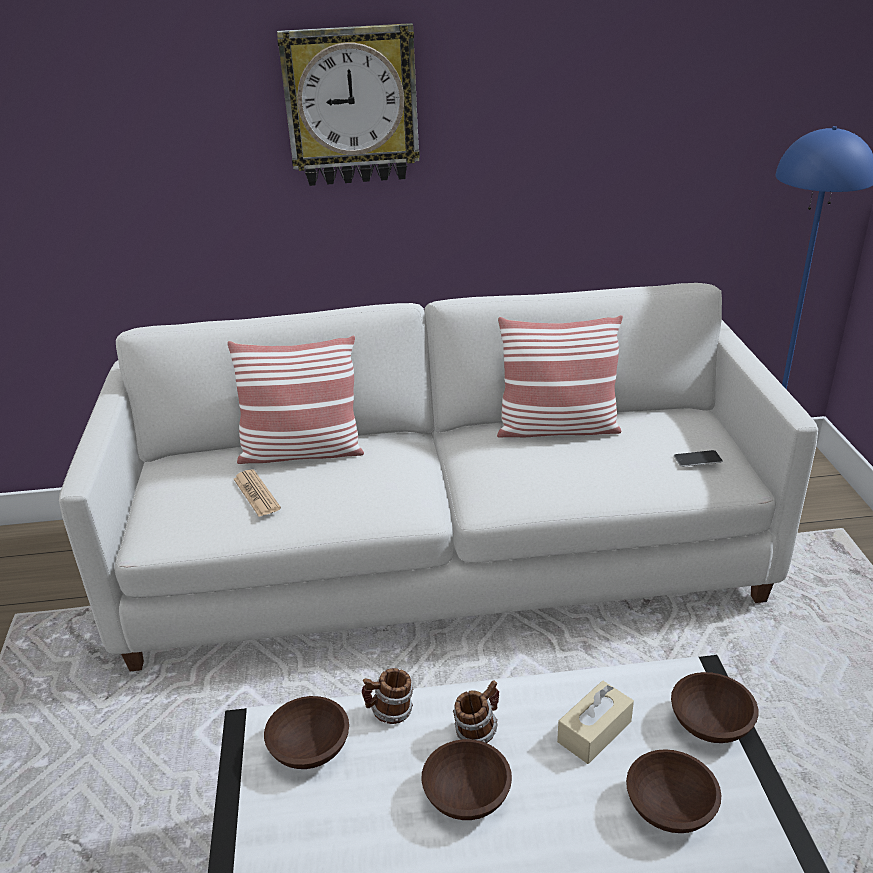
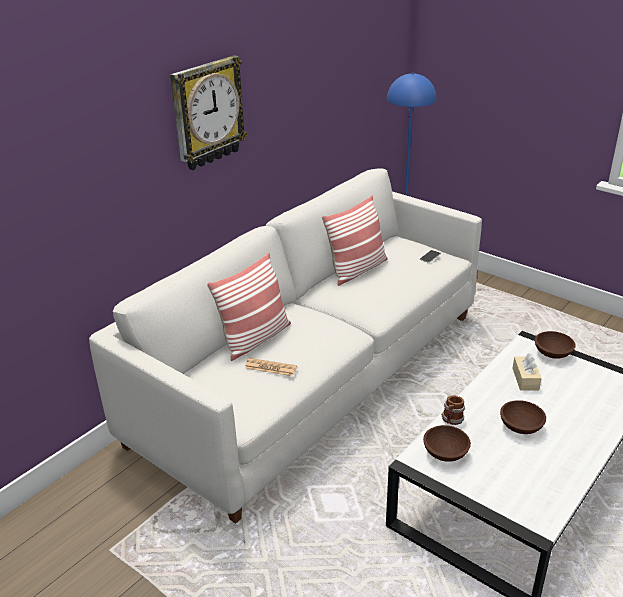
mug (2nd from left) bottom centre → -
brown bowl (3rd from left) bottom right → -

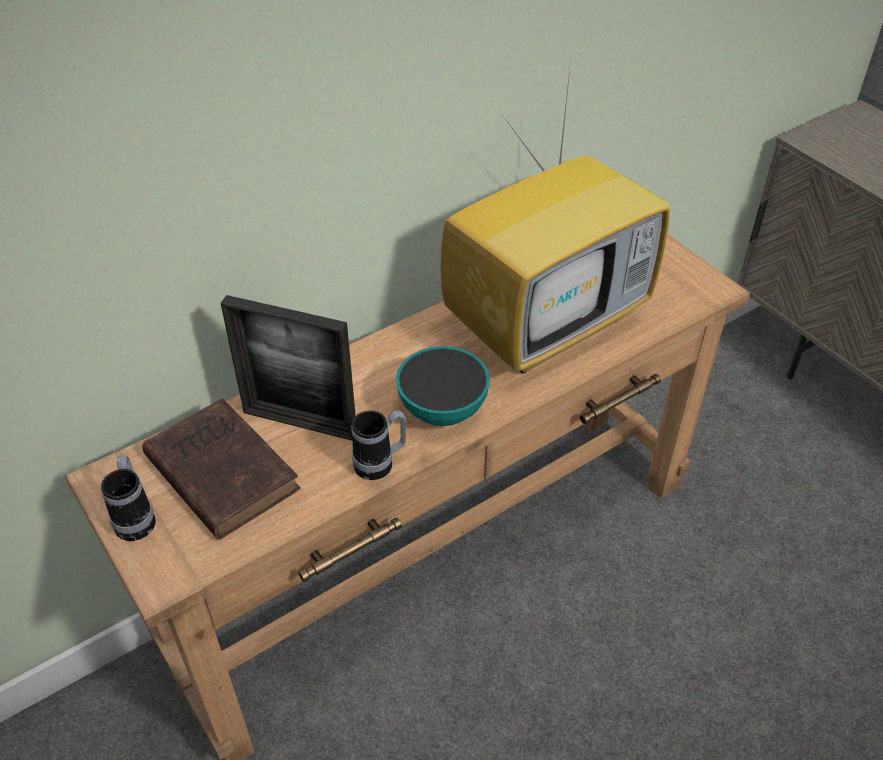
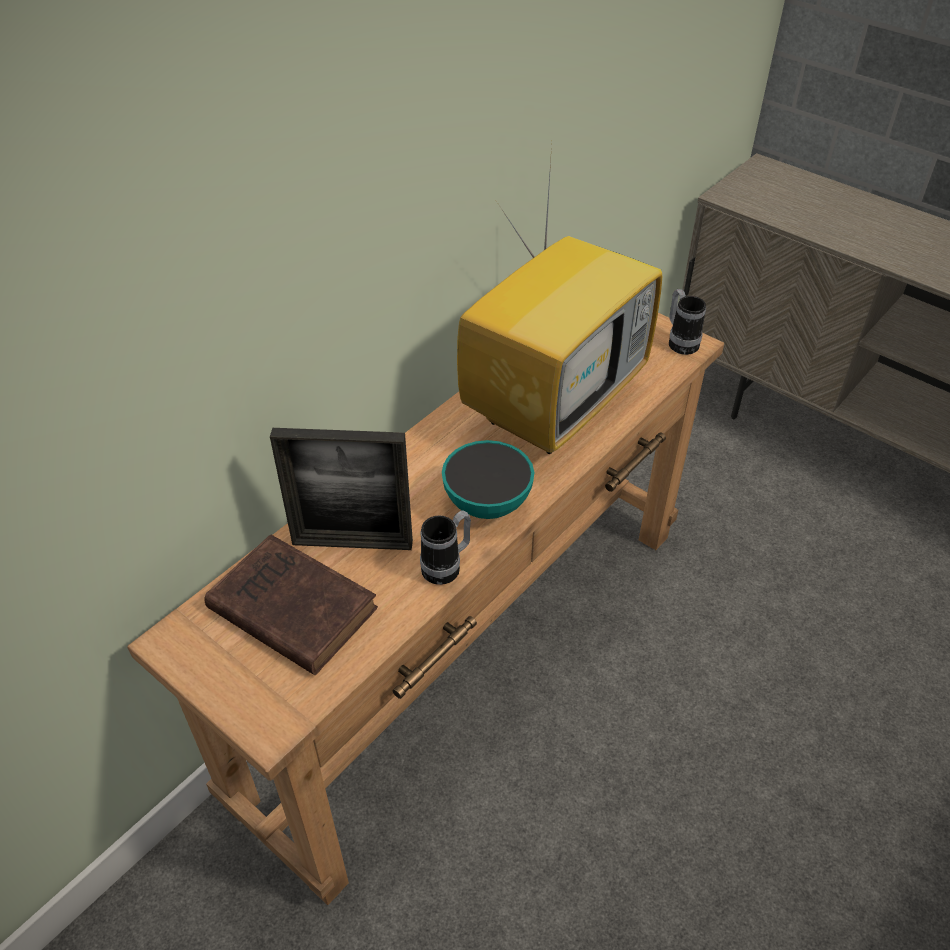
mug (1st from left in the first image) middle left → mug (2nd from left) middle right, move

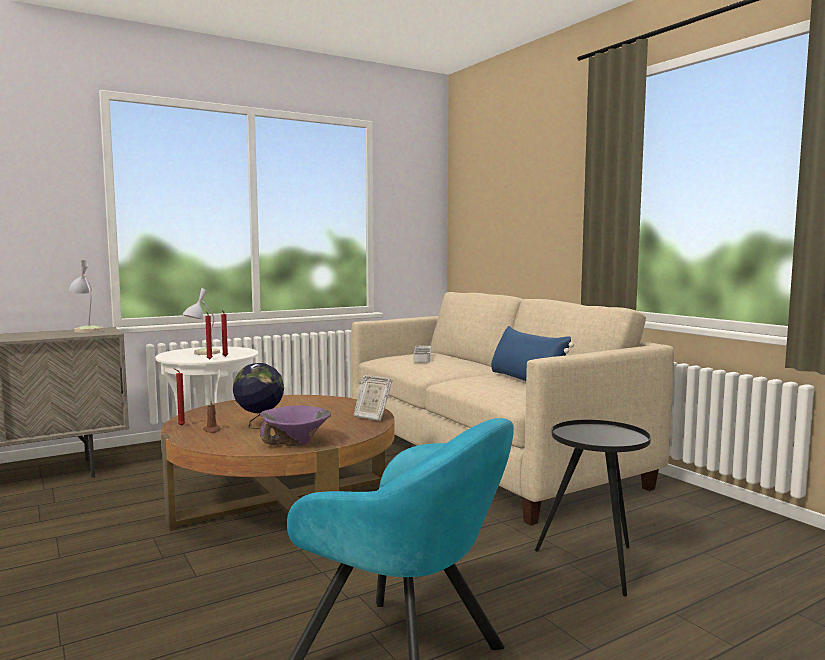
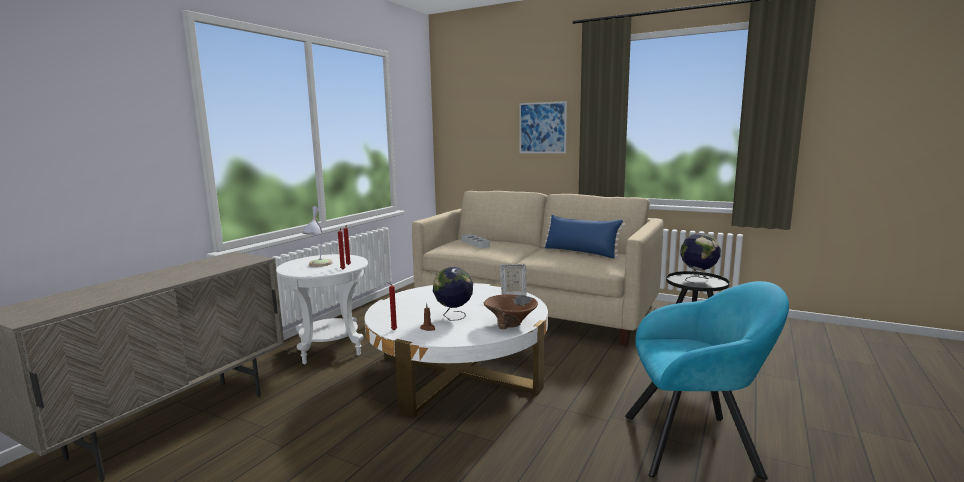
table lamp (1st from left) middle left → -
brown coffee table bottom centre → white coffee table bottom centre
purple bowl centre → brown bowl centre
- → picture top centre
- → globe (2nd from left) middle right

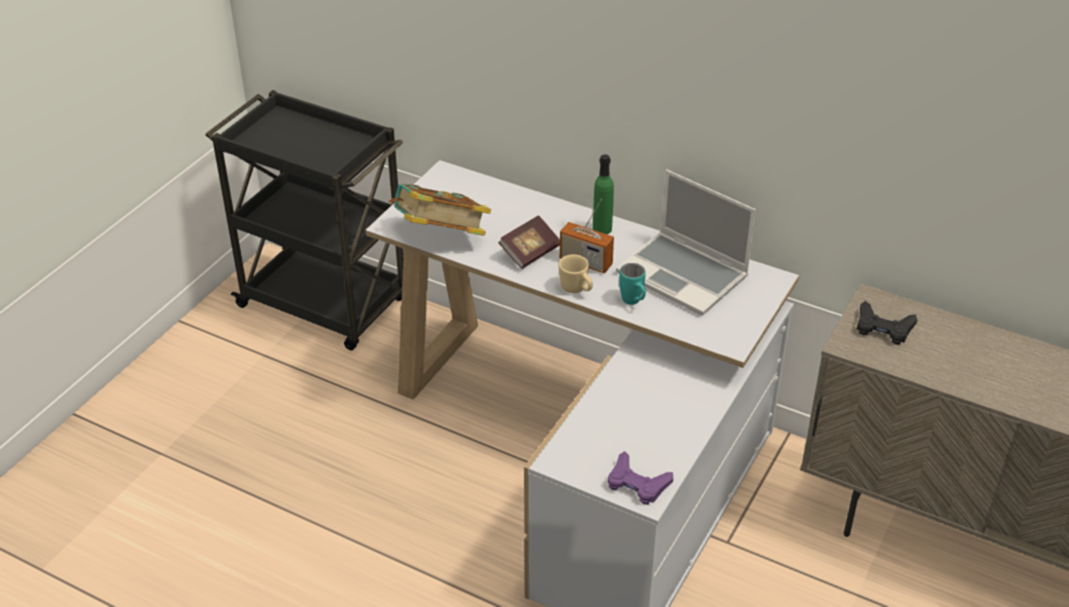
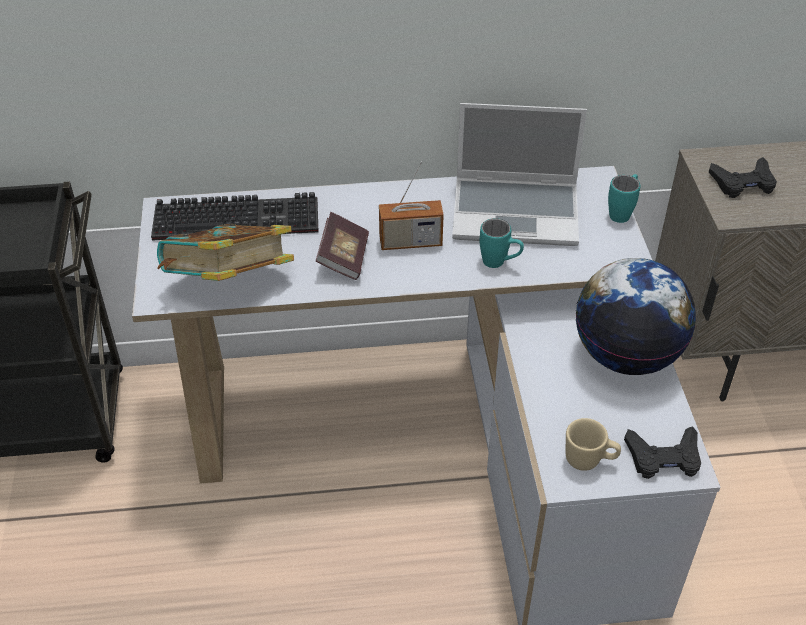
green bottle top centre → -
beige mug centre → beige mug bottom right, move
purple game controller bottom centre → black game controller (1st from left) bottom right
- → turquoise mug (2nd from left) top right
- → keyboard middle left
- → globe middle right

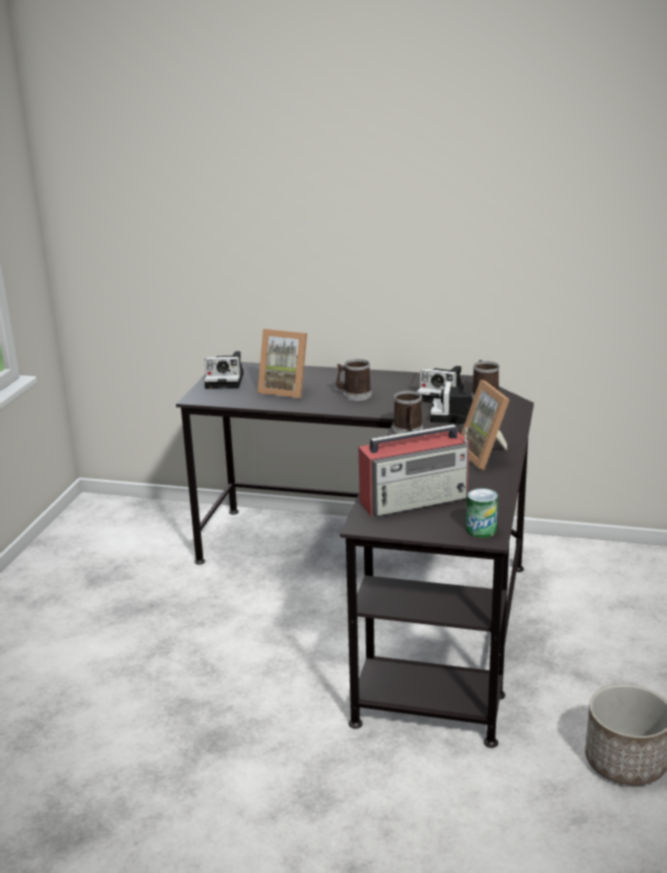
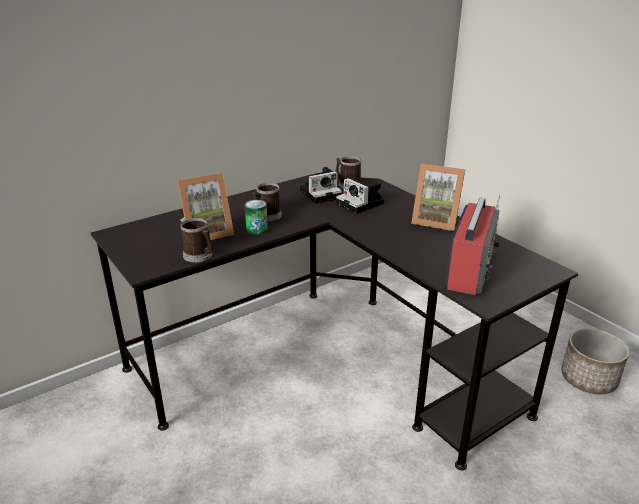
photo camera (1st from left) centre → -
mug (2nd from left in the first image) centre → mug (1st from left) middle left, move
can middle right → can centre, move

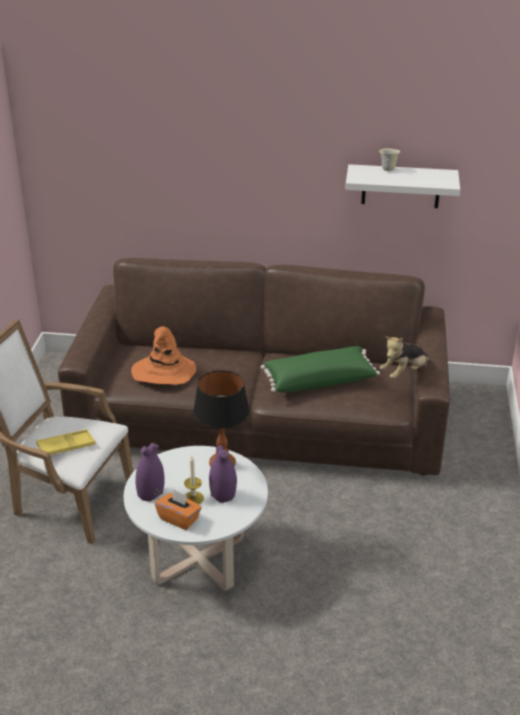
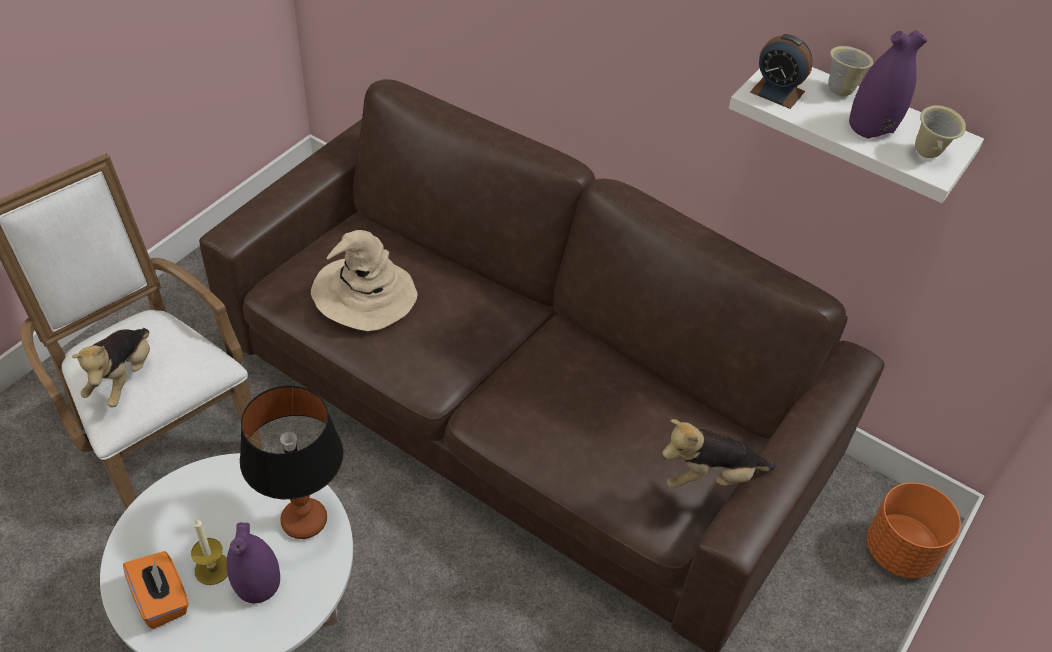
orange hat middle left → beige hat centre
green pillow centre → -
yellow tray middle left → plush toy (1st from left) middle left
purple vase (1st from left in the first image) middle left → purple vase (2nd from left) top right, move
- → alarm clock top right
- → beige mug (2nd from left) top right
- → orange planter bottom right

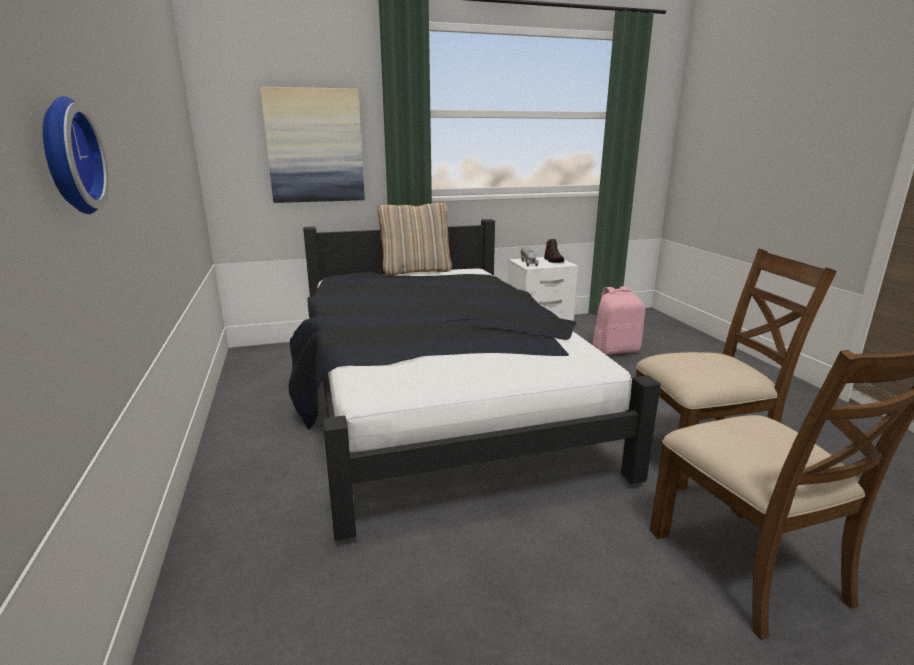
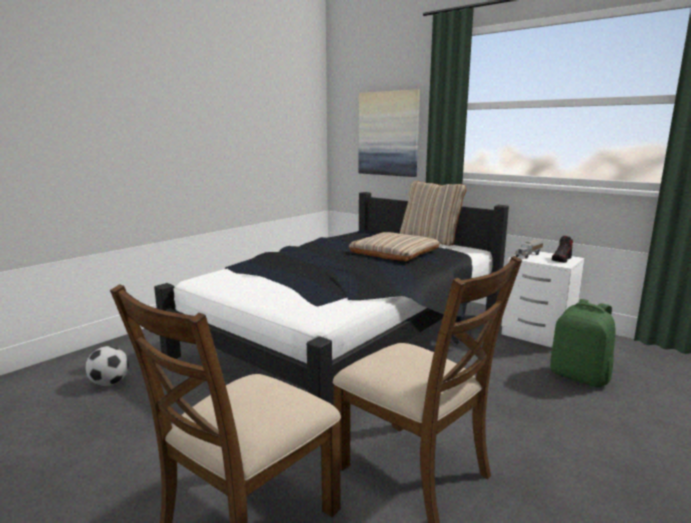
wall clock top left → -
pink backpack middle right → green backpack middle right
- → beige pillow (1st from left) centre
- → football bottom left

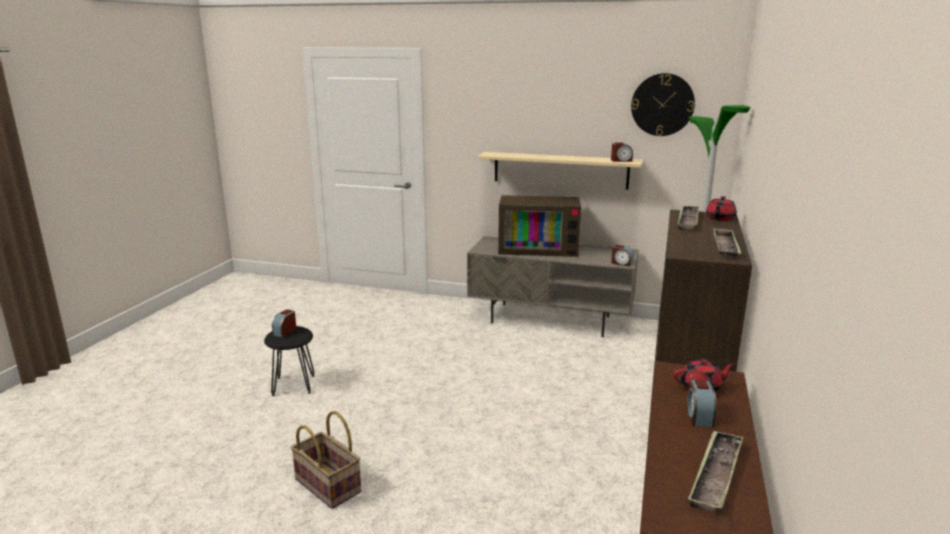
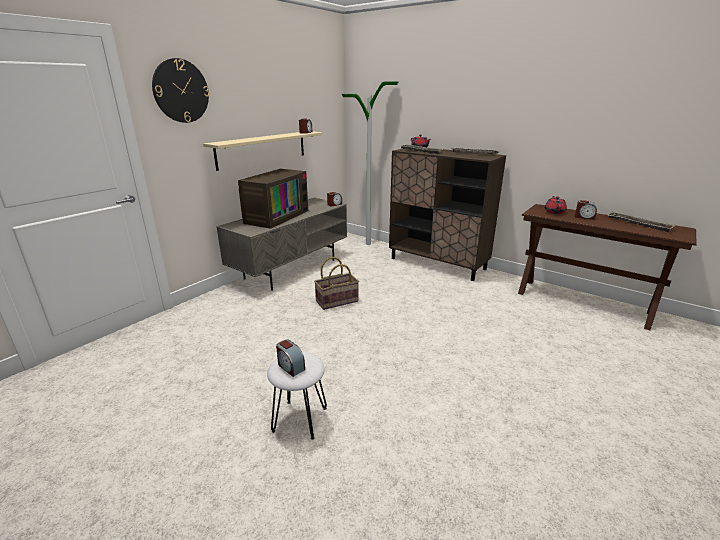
wall clock top right → wall clock top left, move
black stool bottom left → white stool bottom centre
basket bottom centre → basket centre, move

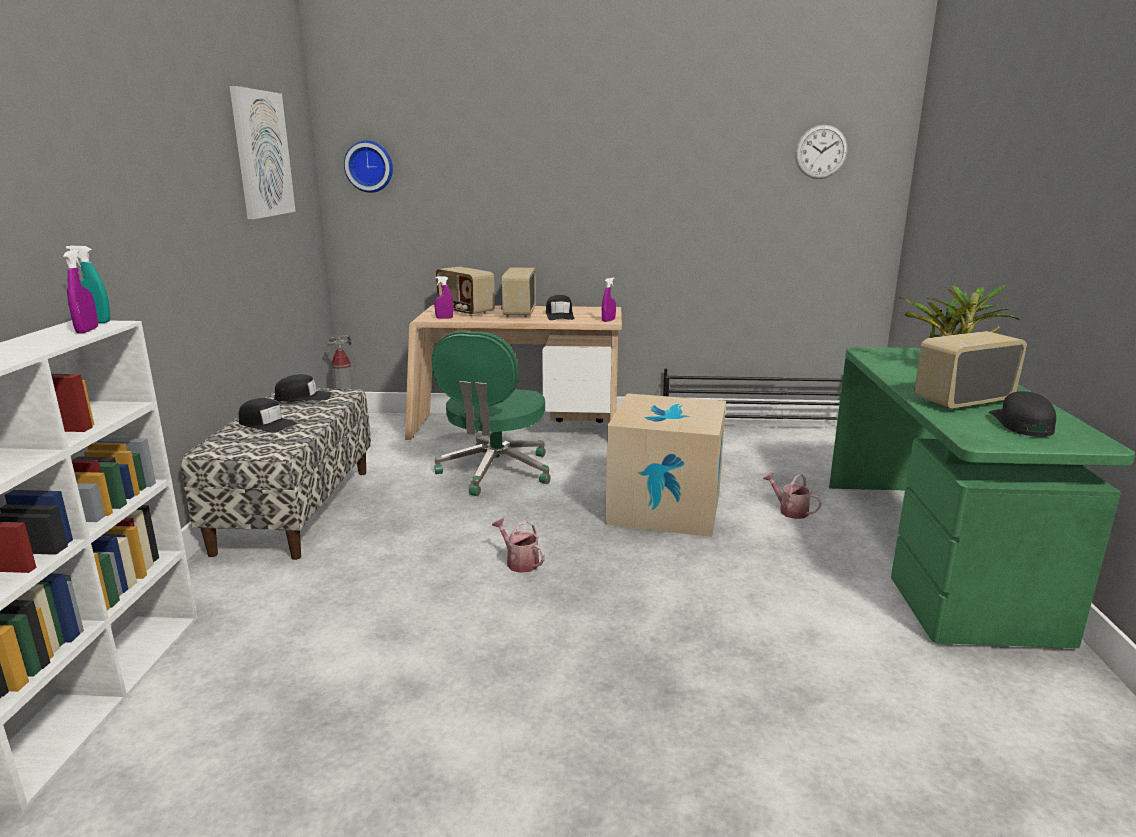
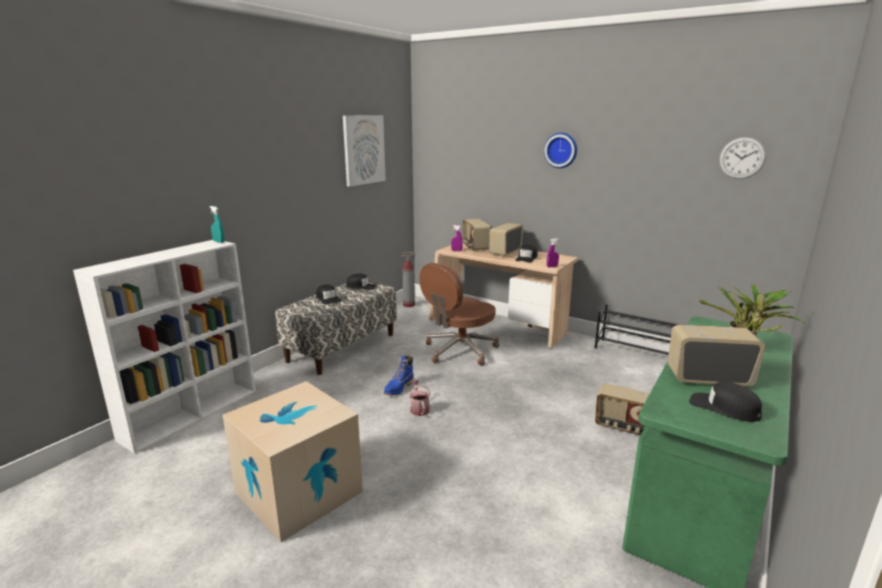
wall clock (1st from left) top left → wall clock (1st from left) top centre, move
purple spray bottle (1st from left) middle left → -
green office chair centre → brown office chair centre
black cap (4th from left) middle right → black cap (4th from left) bottom right, 90 degrees counterclockwise
cardboard box centre → cardboard box bottom left, move
watering can (2nd from left) middle right → radio (3rd from left) bottom right
- → blue boot centre

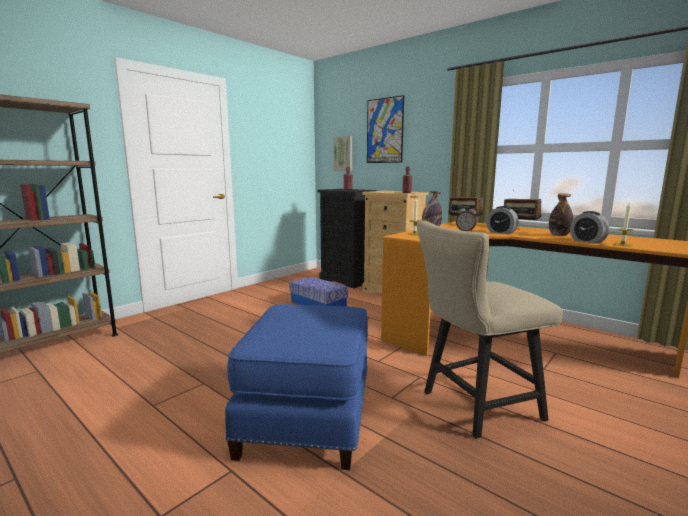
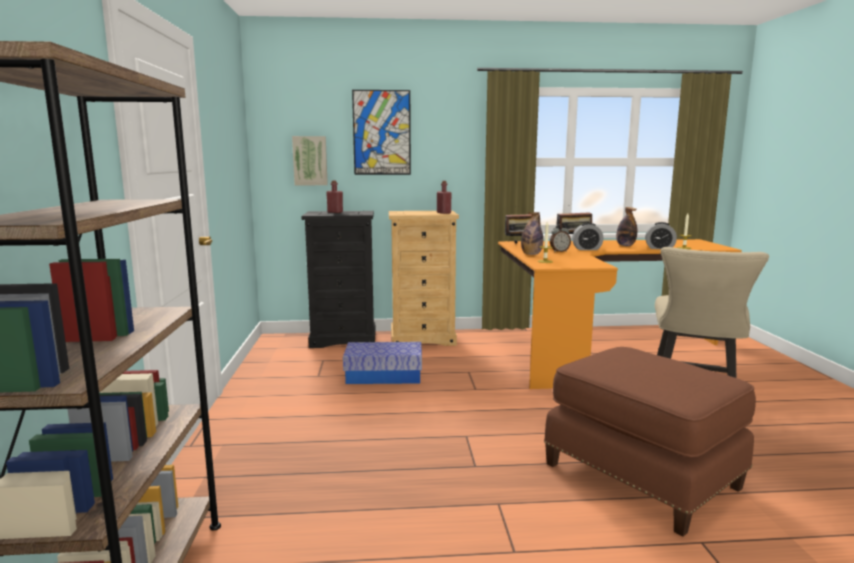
blue ottoman bottom centre → brown ottoman bottom right

